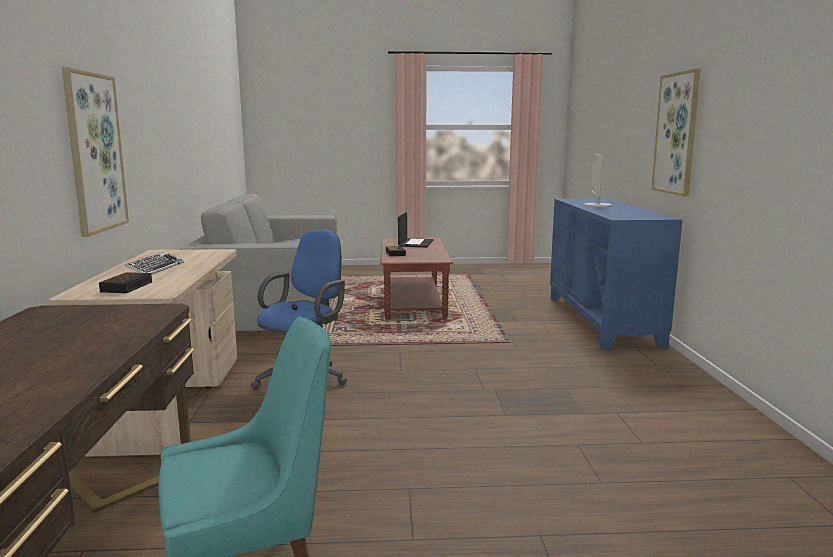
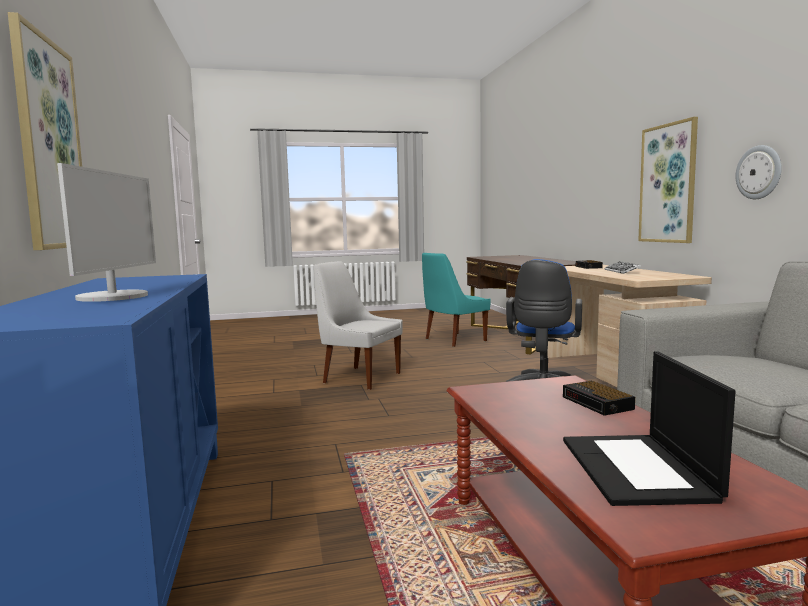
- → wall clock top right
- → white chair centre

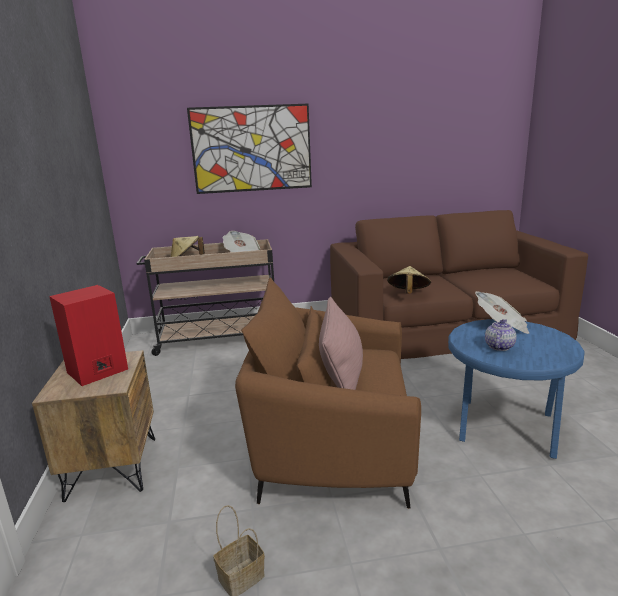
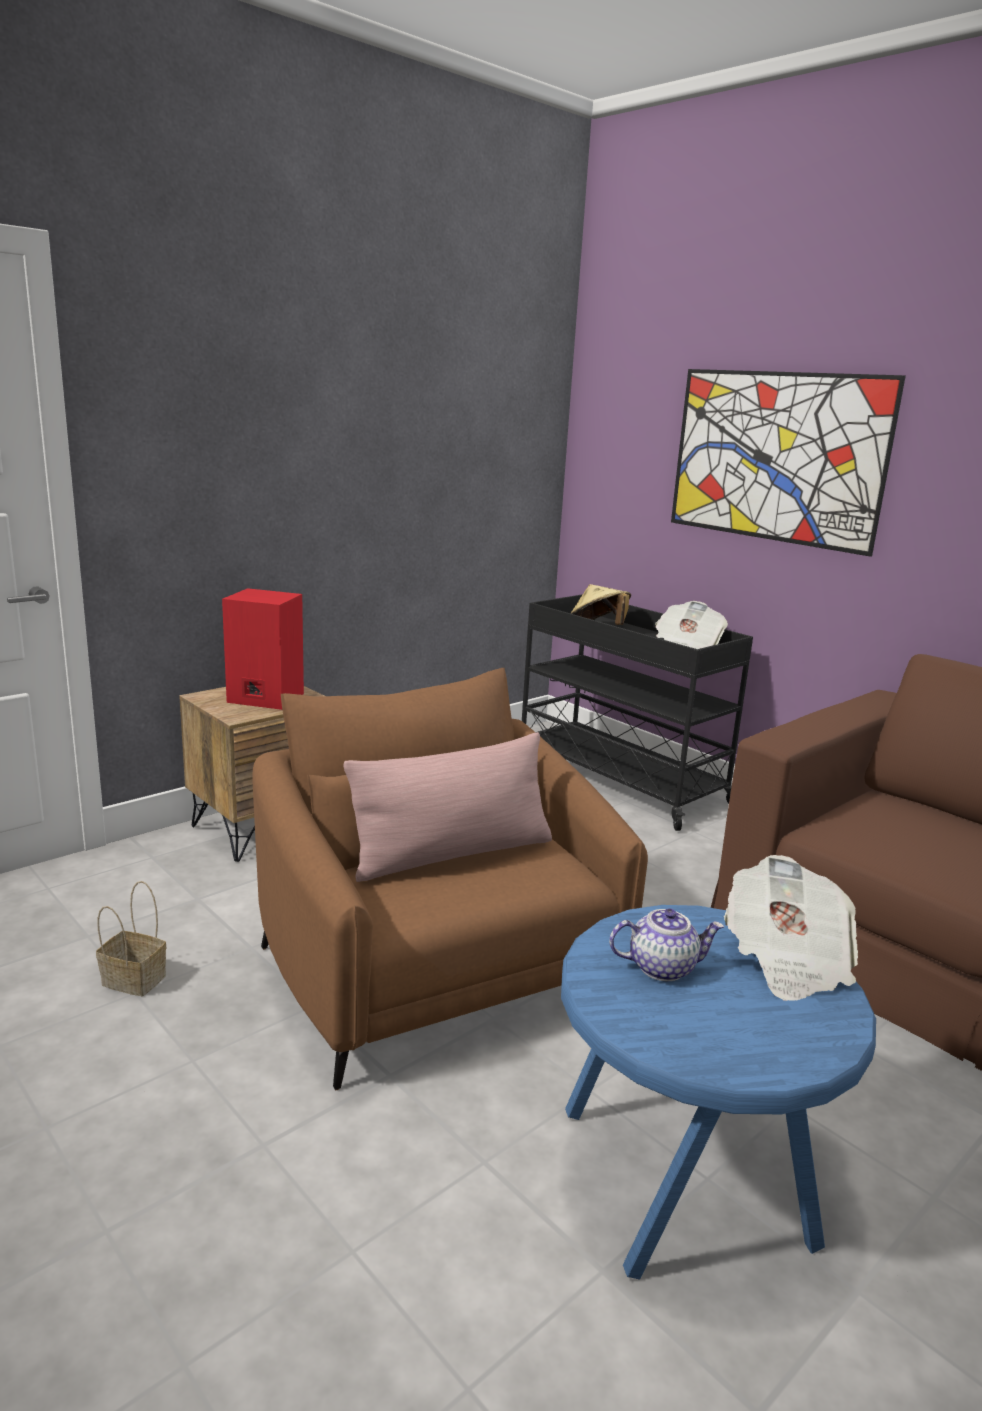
beige cart middle left → black cart centre
beige hat (2nd from left) centre → -

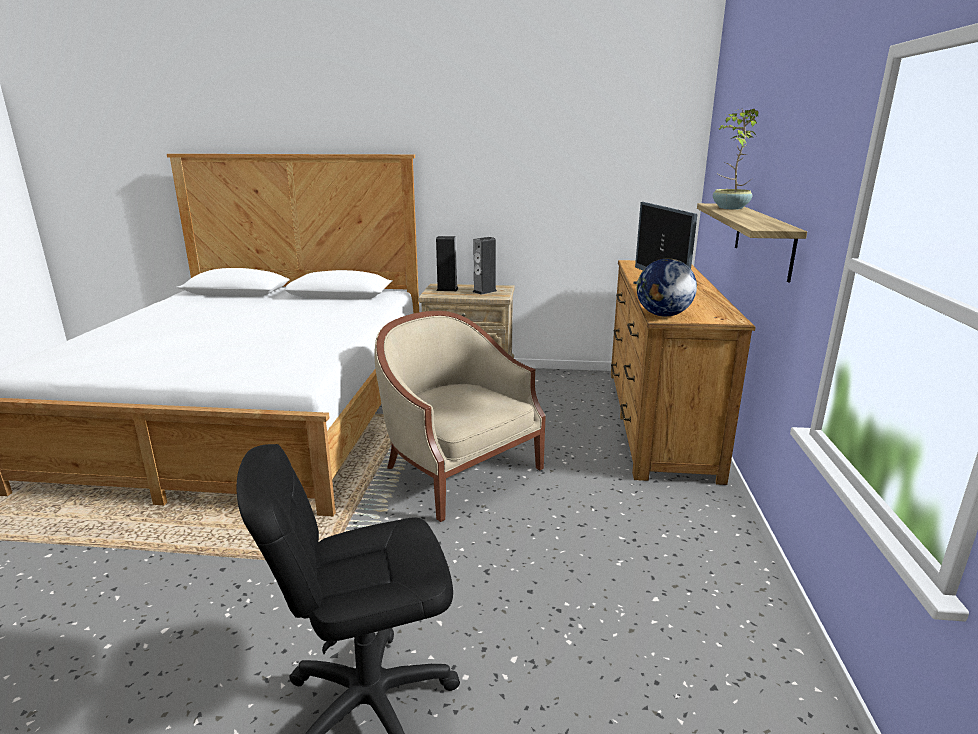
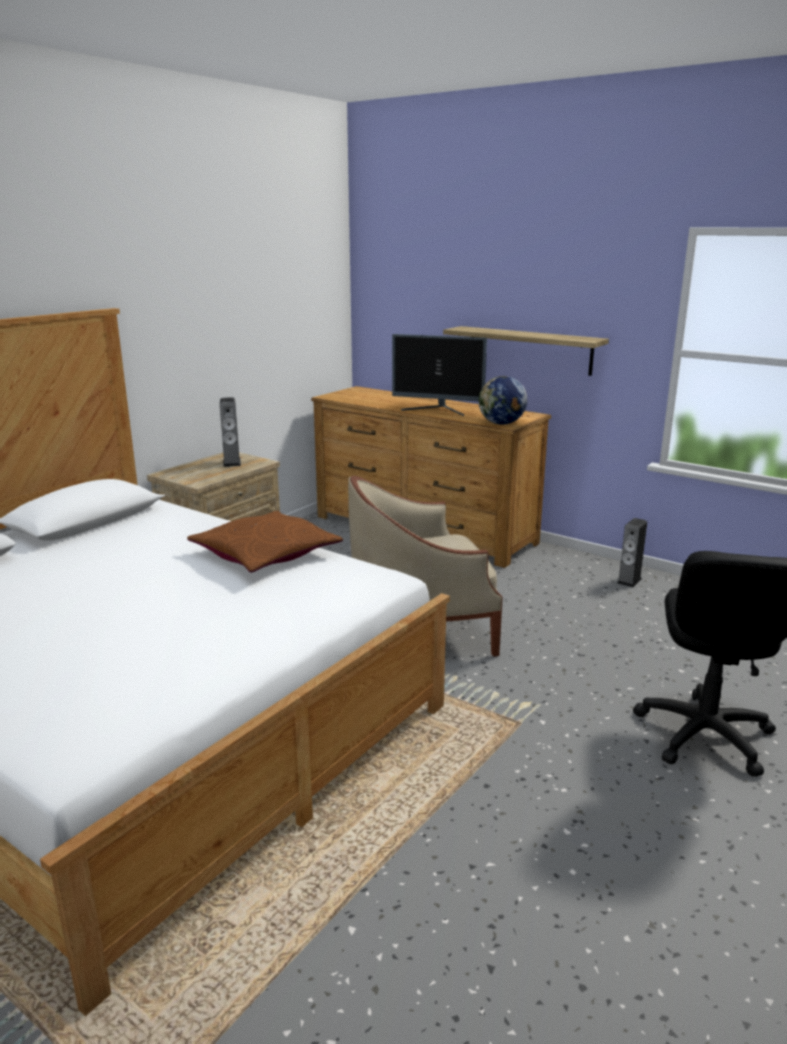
potted plant top right → -
speaker (1st from left in the first image) centre → speaker (2nd from left) middle right, move
- → brown pillow centre

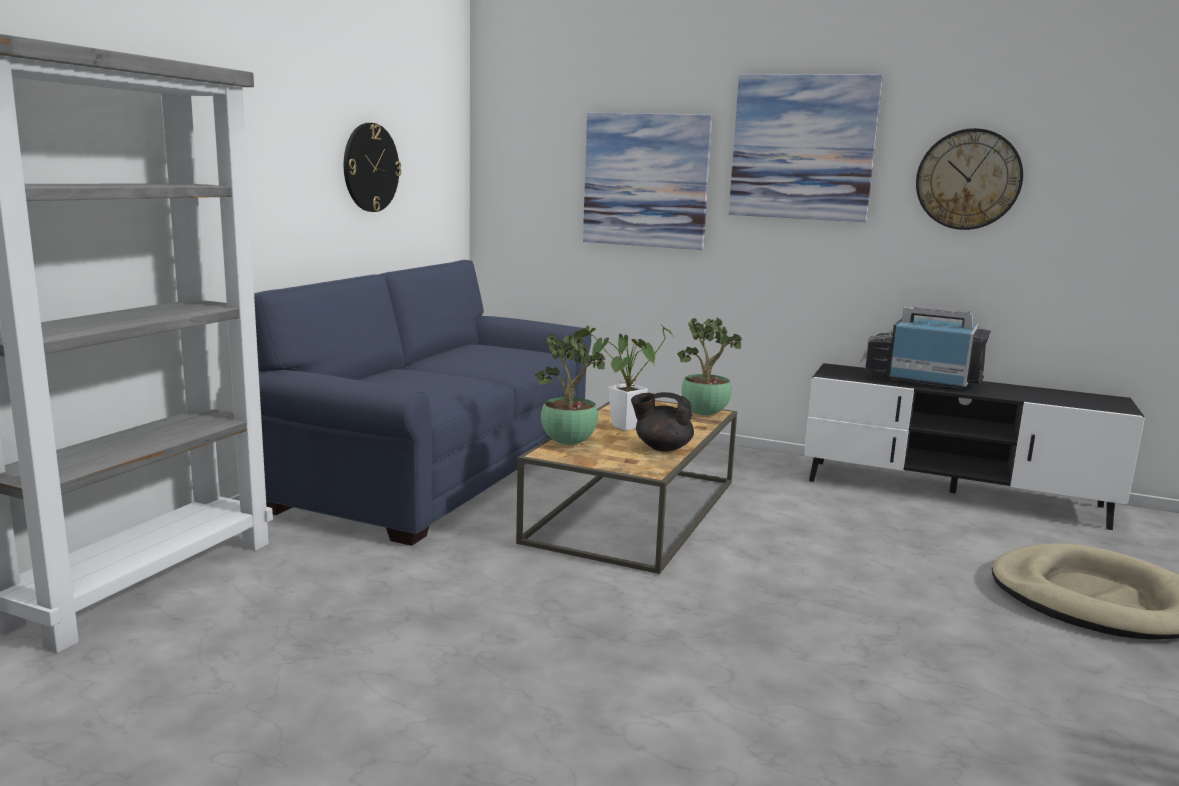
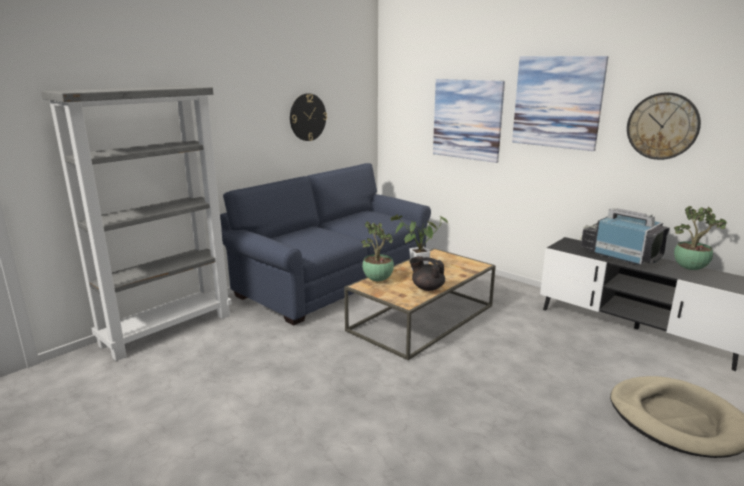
potted plant (3rd from left) centre → potted plant (3rd from left) middle right, move

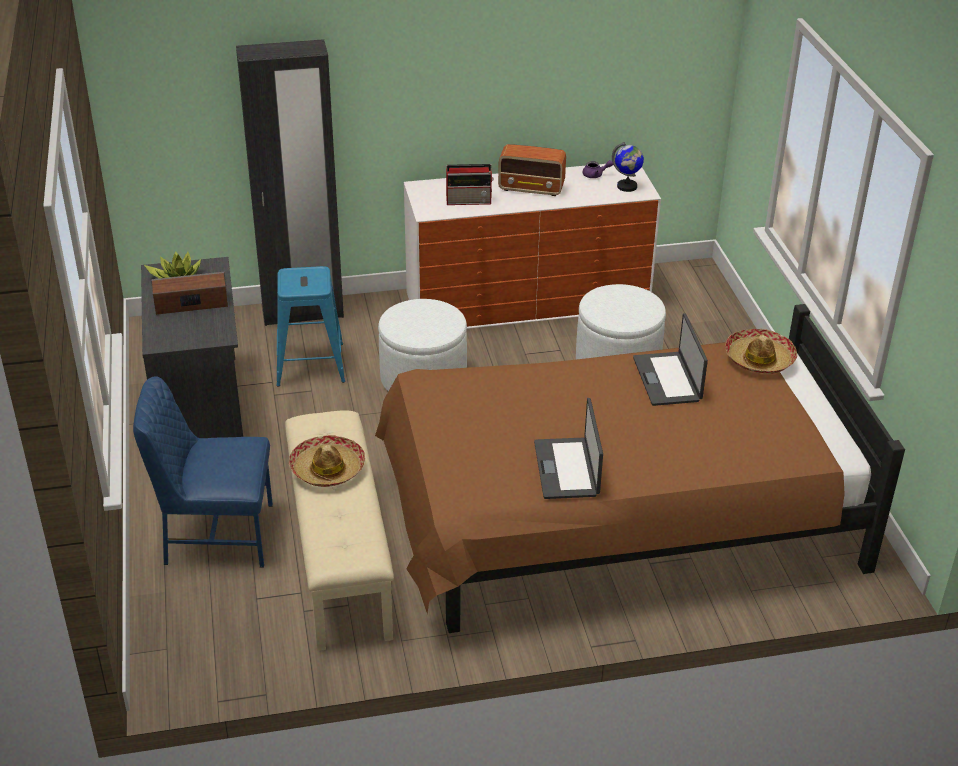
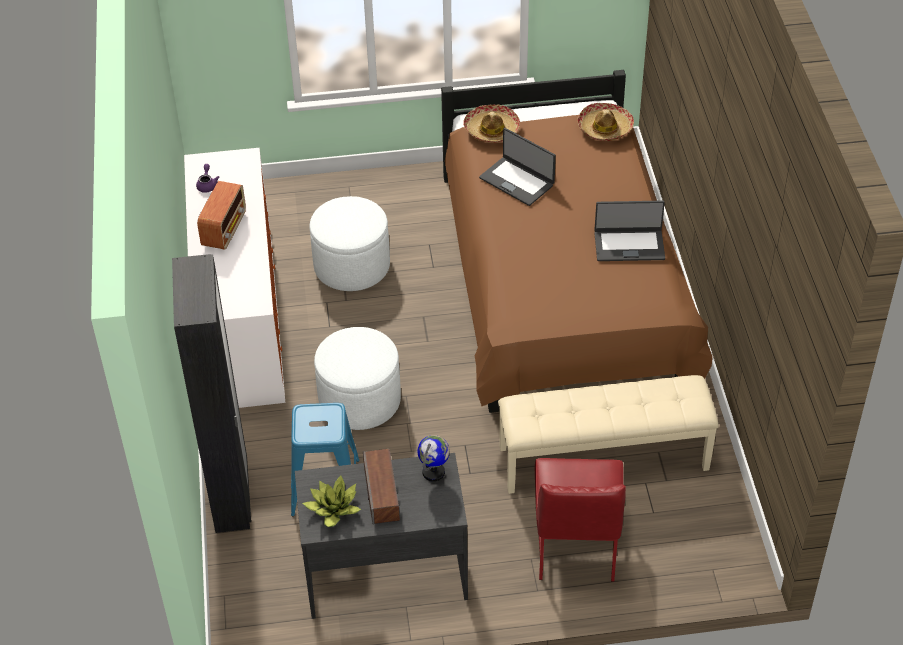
globe top centre → globe bottom centre, move
radio (1st from left) top centre → -
laptop (2nd from left in the first image) middle right → laptop (1st from left) top centre, 45 degrees clockwise
blue chair middle left → red chair bottom centre
hat (1st from left in the first image) centre → hat (2nd from left) top right, move

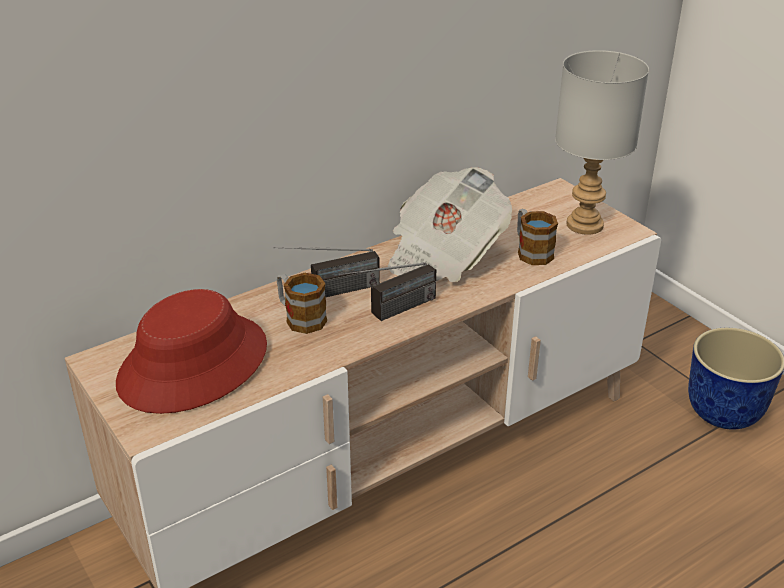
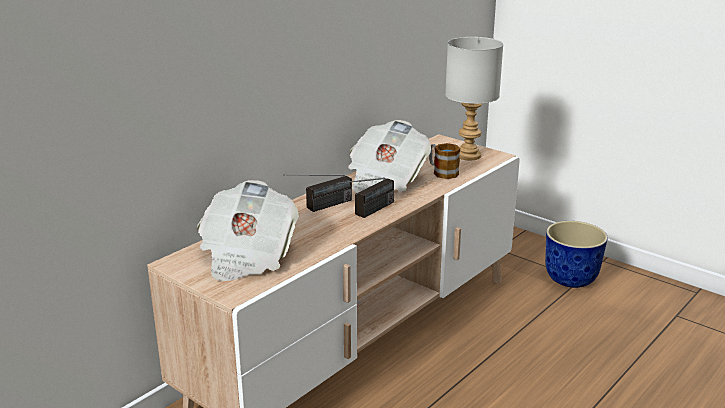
mug (1st from left) centre → -
red hat middle left → newspaper (1st from left) centre

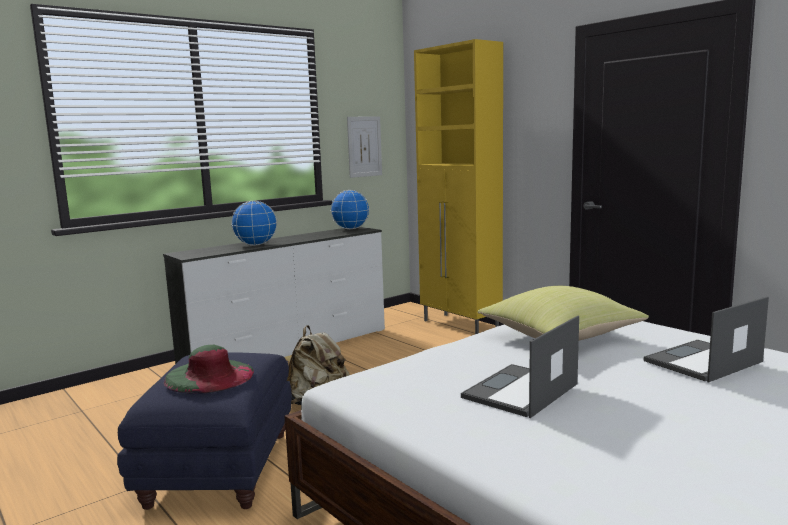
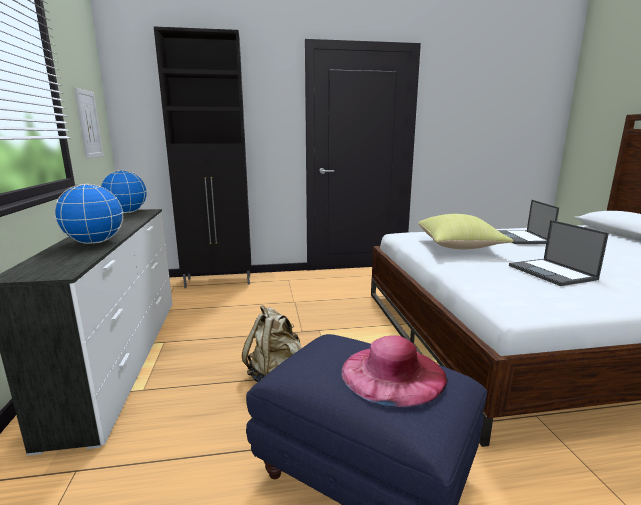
yellow cabinet centre → black cabinet top left
green hat bottom left → pink hat bottom centre

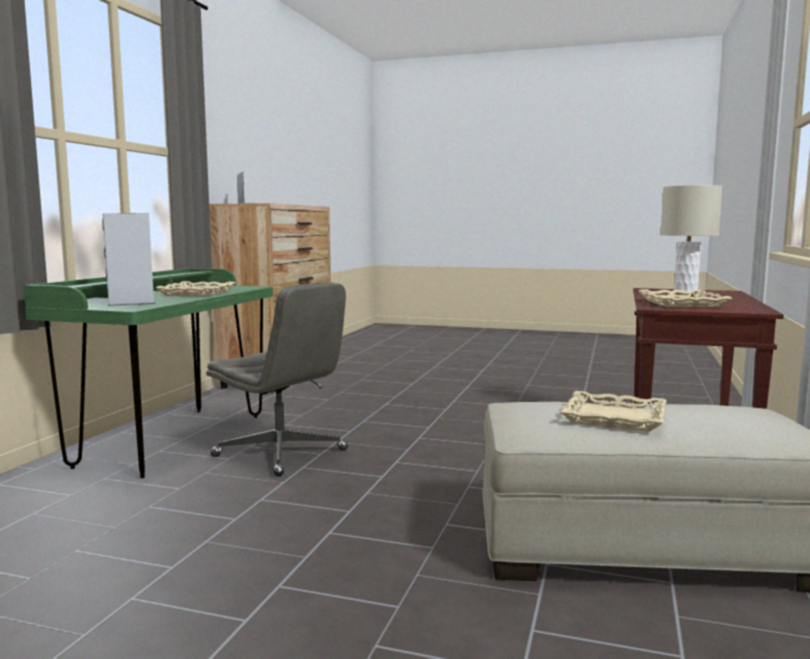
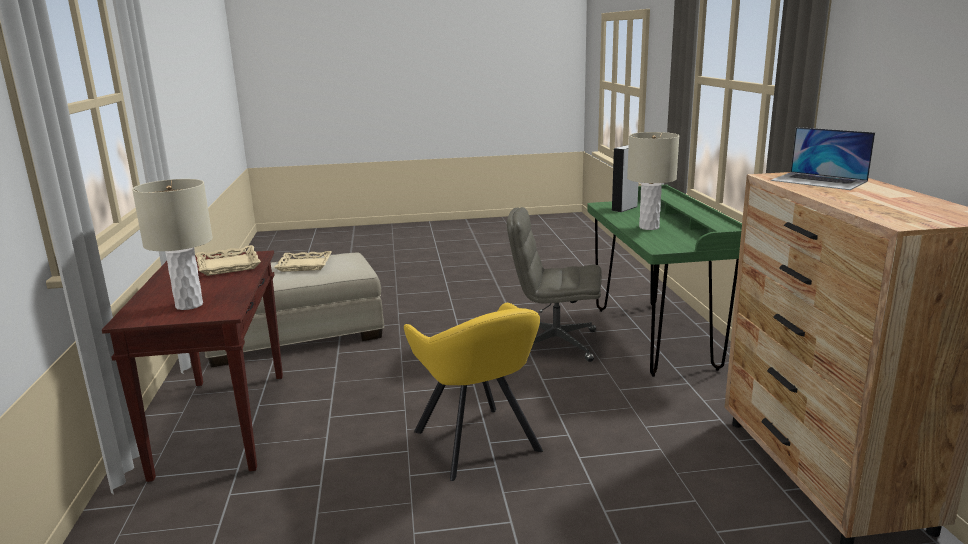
beige tray (1st from left) middle left → beige table lamp (2nd from left) top right
- → yellow armchair bottom centre

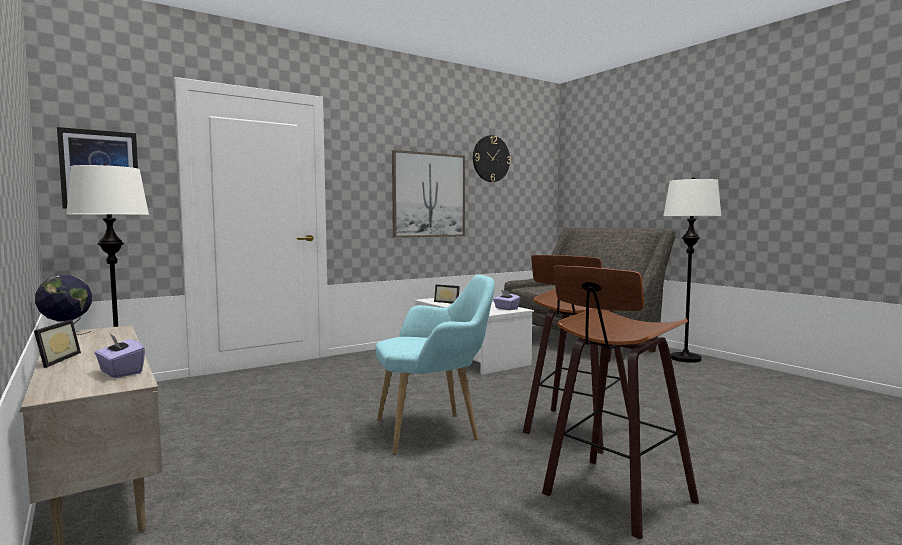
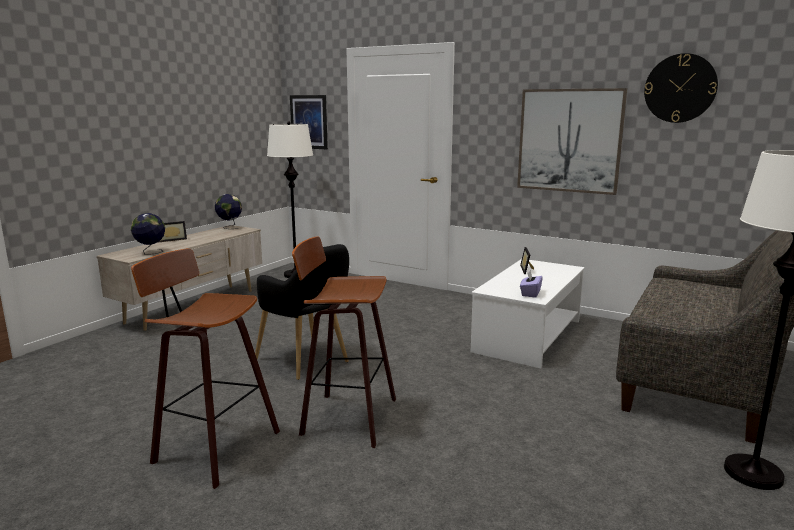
turquoise armchair bottom centre → black armchair centre
purple tissue box (1st from left) middle left → globe (1st from left) middle left

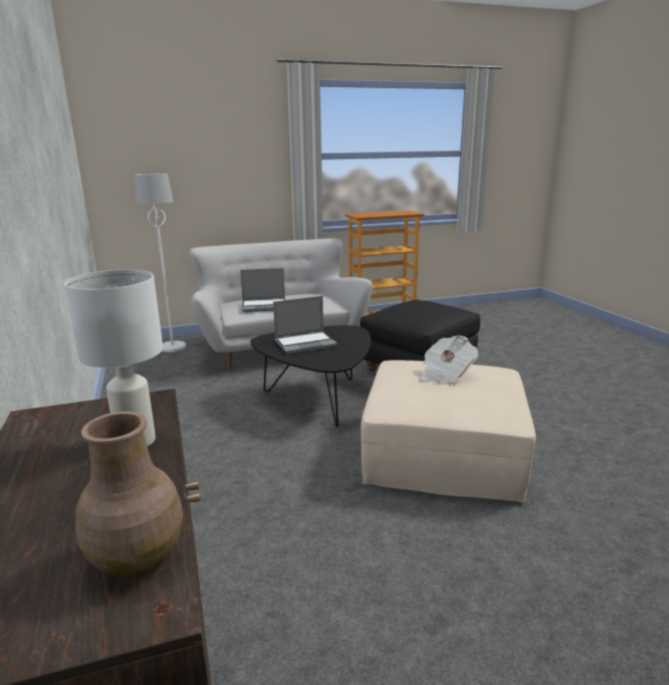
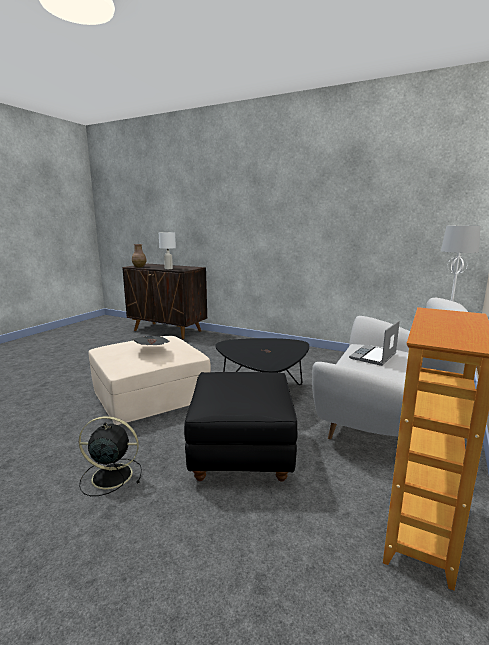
laptop (2nd from left) centre → -
- → black fan bottom left

